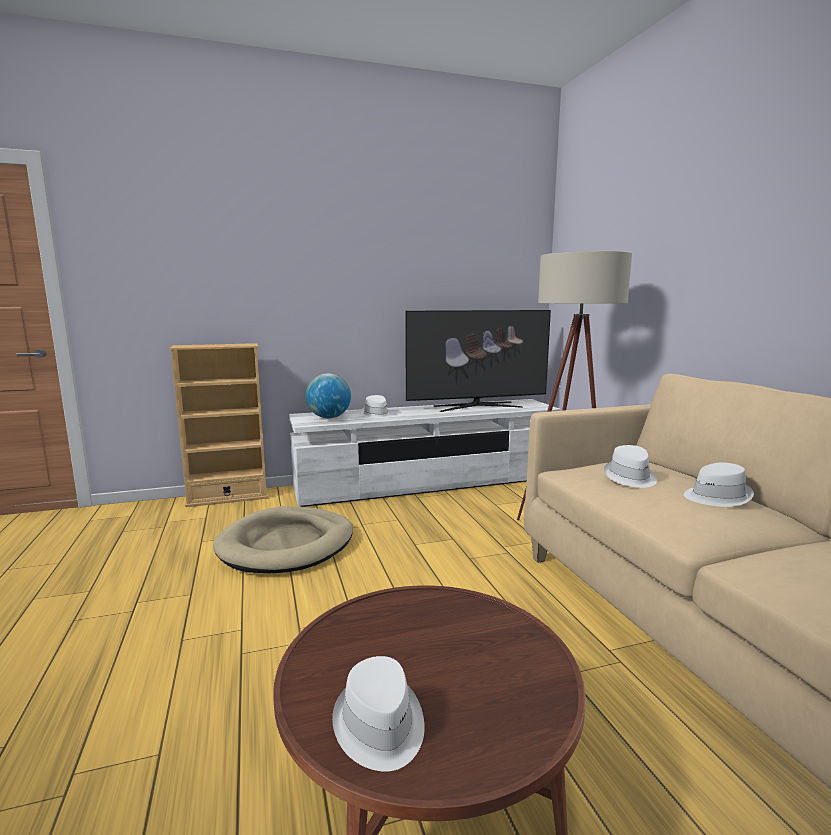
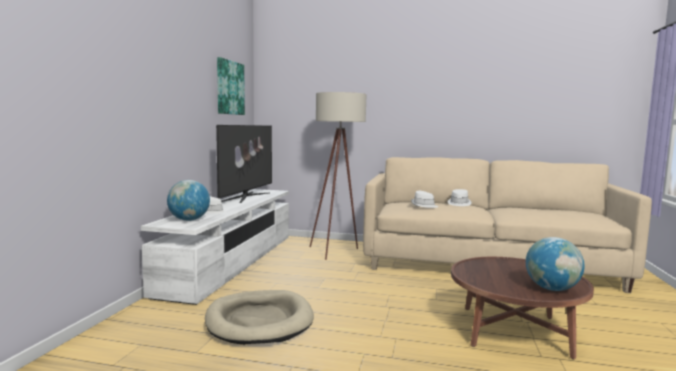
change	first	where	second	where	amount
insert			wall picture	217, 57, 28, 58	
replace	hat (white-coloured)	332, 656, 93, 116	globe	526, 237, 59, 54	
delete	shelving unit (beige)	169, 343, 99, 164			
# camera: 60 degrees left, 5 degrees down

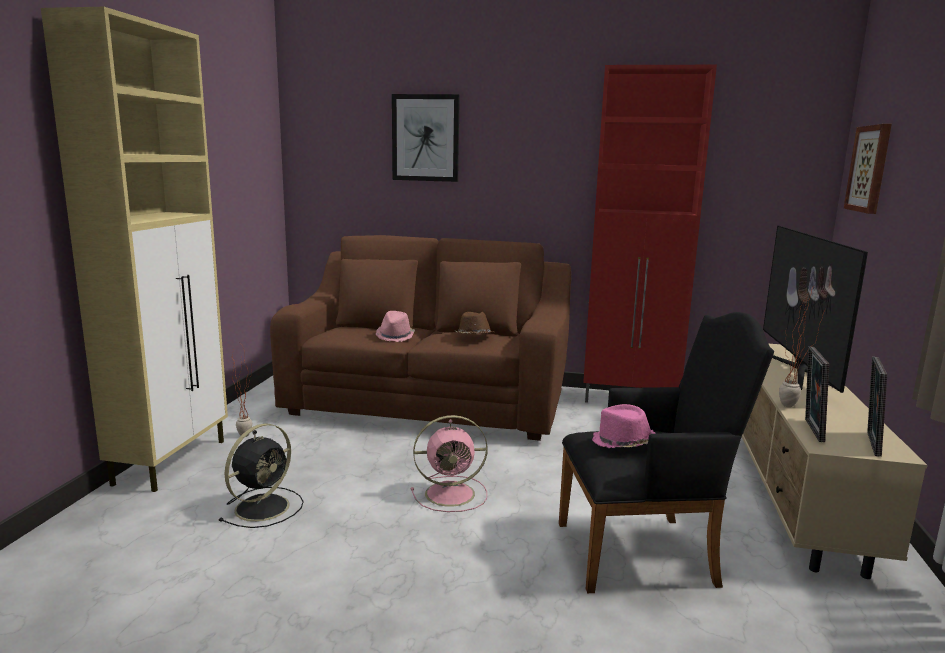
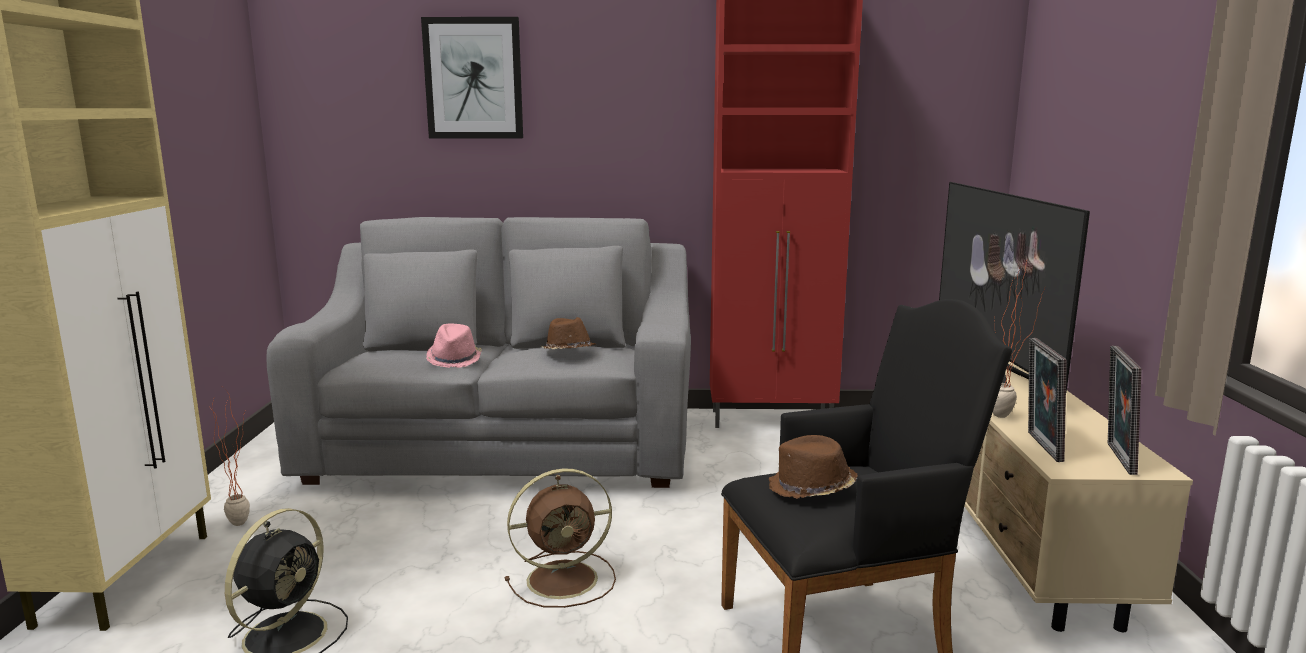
change	first	where	second	where	amount
recolor	couch (brownish)	270, 235, 301, 206	couch (greyish)	266, 217, 425, 271	
recolor	fan (pink-coloured)	411, 415, 77, 97	fan (brownish)	505, 468, 111, 140	
recolor	hat (pink-coloured)	592, 404, 64, 44	hat (brownish)	769, 435, 89, 64	
delete	wall picture	844, 124, 48, 90			
# camera: 10 degrees left, 0 degrees up

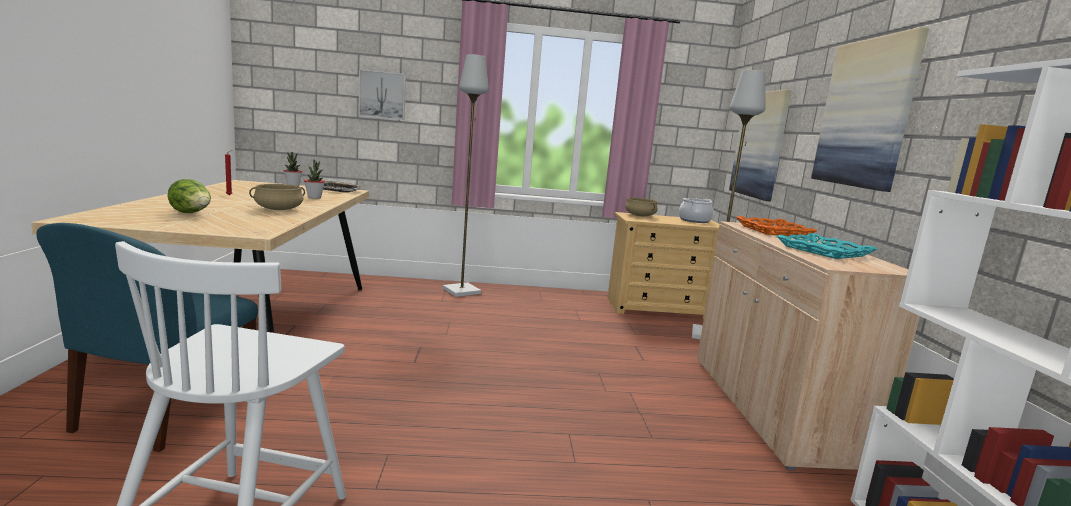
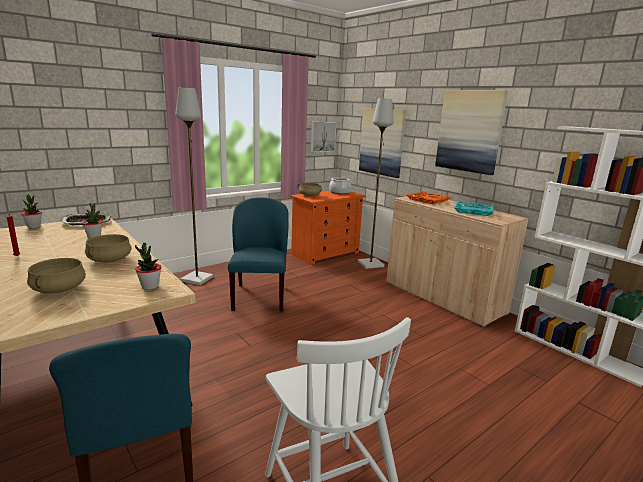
change	first	where	second	where	amount
replace	lettuce	168, 179, 43, 34	stockpot (beige)	27, 258, 59, 35	
insert			houseplant	135, 243, 27, 47	
insert			chair (blue-coloured)	228, 197, 61, 114	
recolor	dresser (beige)	608, 212, 112, 107	dresser (orange)	290, 191, 76, 74	
move	wall picture	358, 69, 48, 51		310, 122, 27, 30	
# camera: 35 degrees left, 5 degrees up

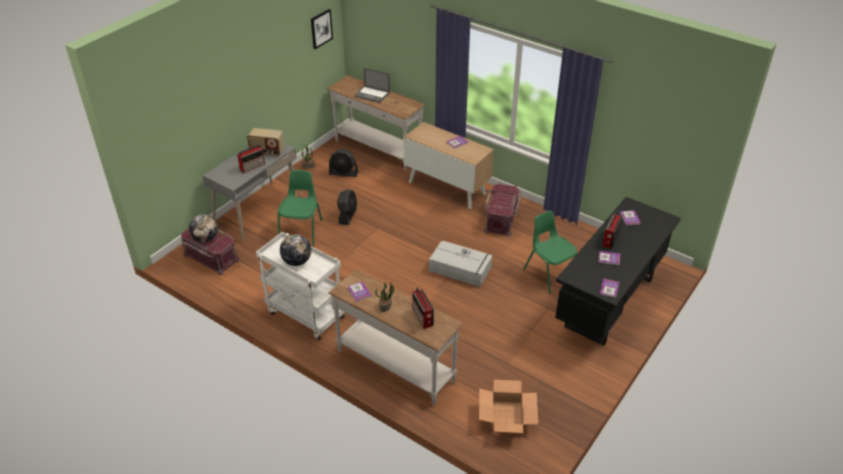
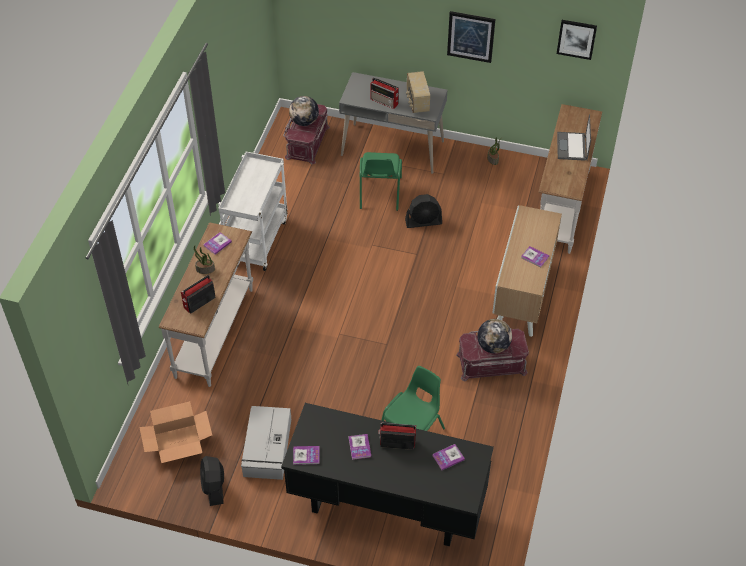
change	first	where	second	where	amount
move	fan (black-coloured)	329, 149, 29, 28		200, 456, 24, 50	
move	storage bin (greyish)	429, 241, 64, 46		241, 406, 50, 74	
rotate	chair (green)	278, 170, 44, 76		360, 152, 42, 59	105 degrees clockwise
insert			wall picture	447, 11, 49, 52	
move	globe	280, 234, 32, 32		477, 319, 35, 35	
# camera: 70 degrees right, 10 degrees up

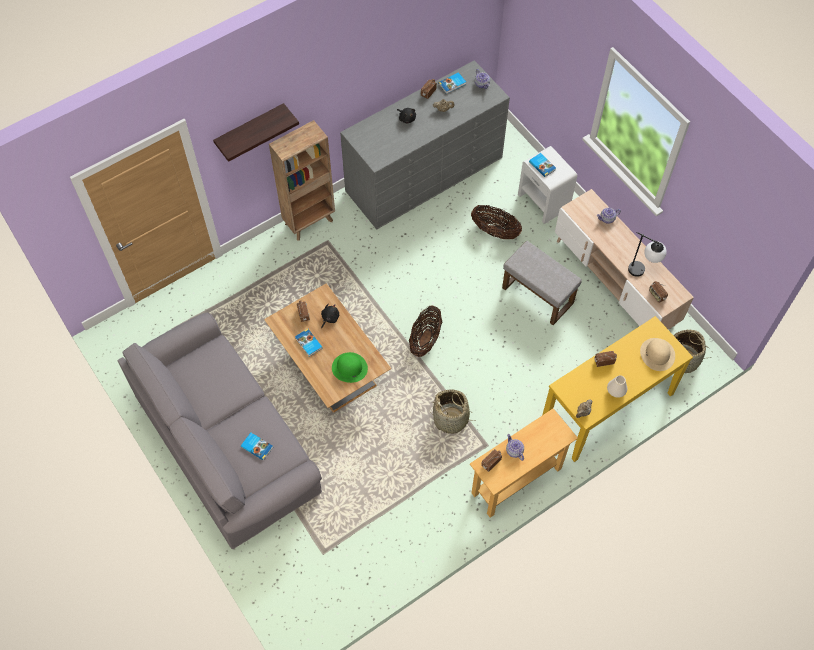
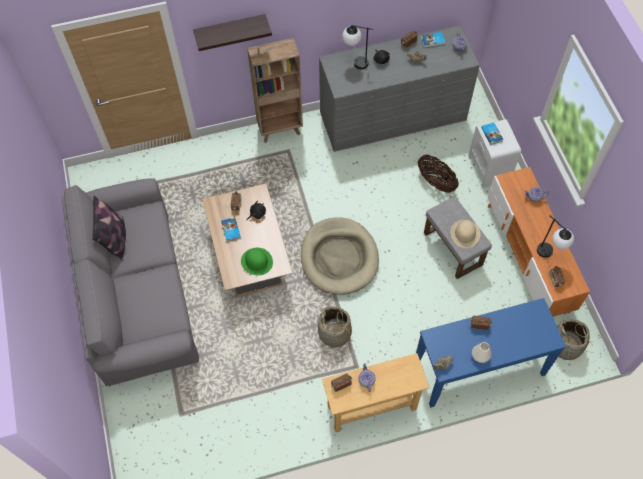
change	first	where	second	where	amount
insert			pillow	92, 196, 34, 65	
replace	storage basket	409, 305, 33, 52	dog bed (beige)	301, 217, 78, 77	
insert			table lamp	342, 25, 31, 44	
recolor	hall table (yellowish)	542, 316, 151, 146	hall table (blue-coloured)	416, 298, 150, 110	
move	hat (beige)	640, 338, 35, 33		450, 220, 31, 28	
recolor	tv stand (beige)	555, 189, 139, 141	tv stand (orange)	488, 167, 102, 150	
delete	book	241, 433, 32, 28			
# camera: 20 degrees right, 0 degrees up

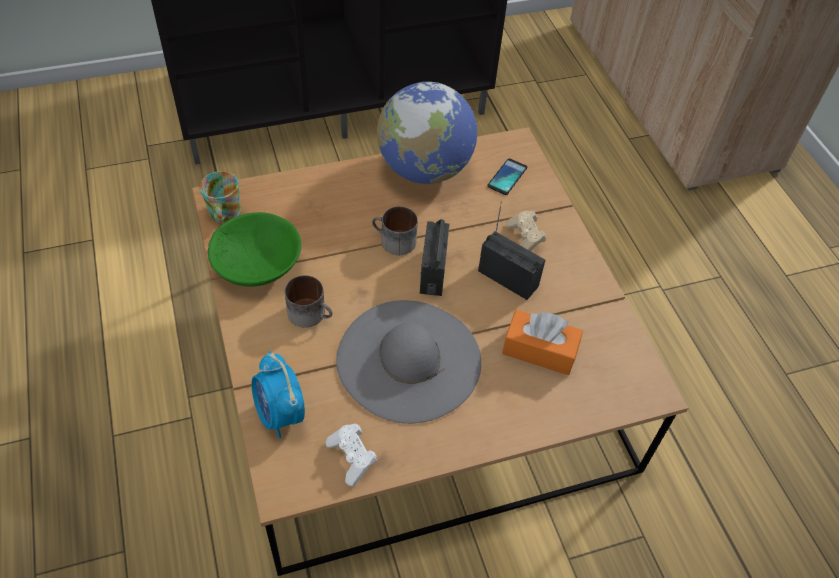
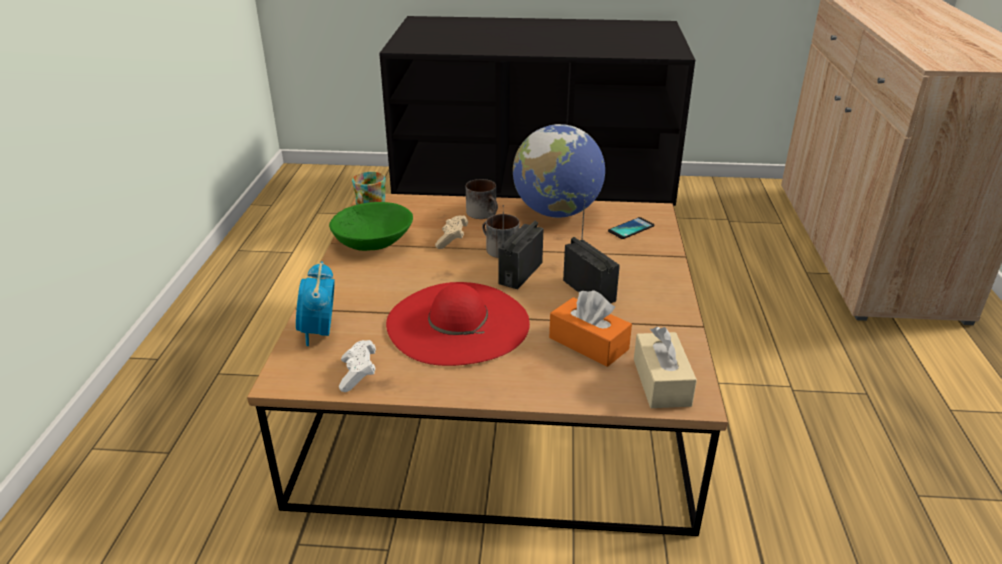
change	first	where	second	where	amount
recolor	hat (greyish)	336, 300, 145, 124	hat (reddish)	386, 282, 144, 84	
move	joypad (beige)	506, 211, 40, 40		435, 215, 33, 34	
move	coffee mug	285, 275, 48, 53		466, 179, 32, 40	
insert			tissue holder (beige)	634, 327, 63, 81	
# camera: 25 degrees right, 20 degrees down

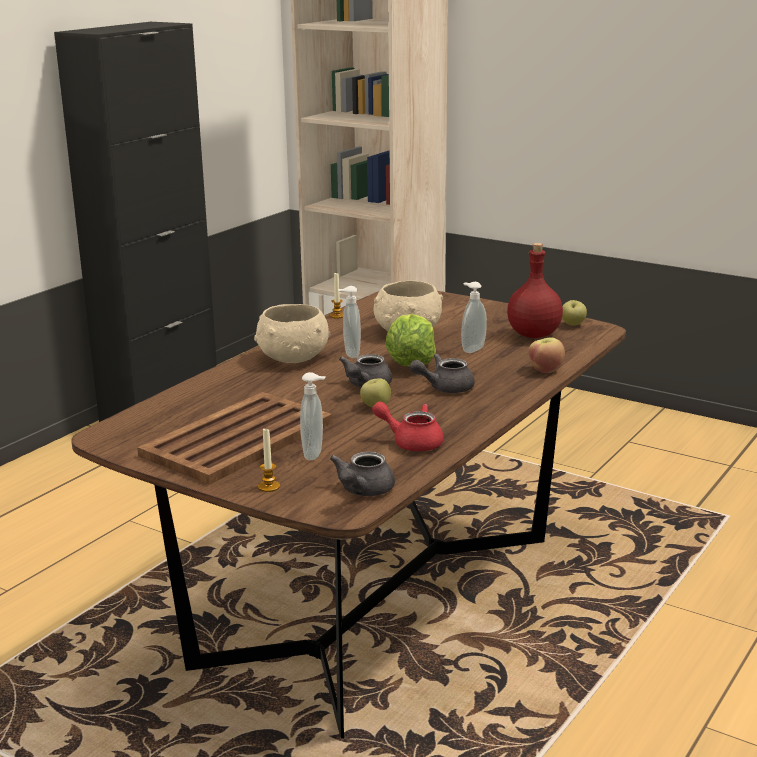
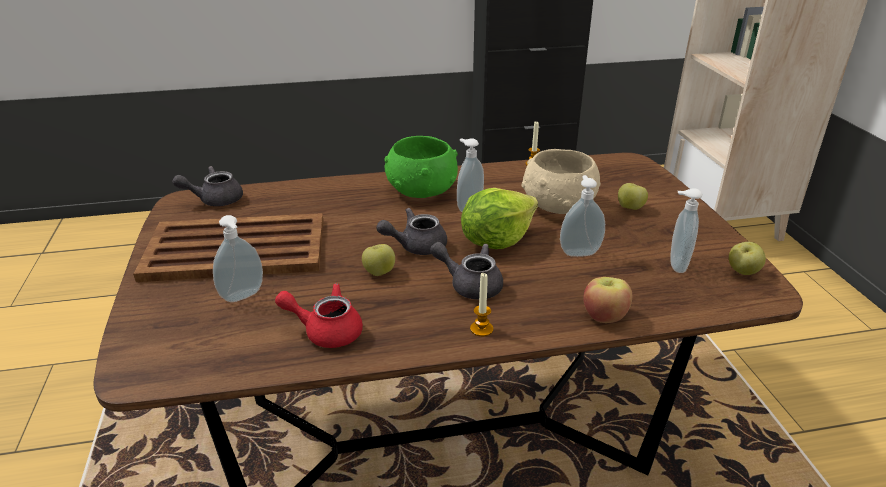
change	first	where	second	where	amount
move	pot for tea (greyish)	330, 451, 65, 45		172, 166, 71, 40	
rotate	pot for tea (reddish)	372, 401, 71, 50		275, 283, 88, 65	60 degrees counterclockwise
recolor	serving bowl (beige)	254, 304, 77, 59	serving bowl (green)	384, 136, 74, 62	
move	wax light	258, 429, 22, 63		470, 273, 23, 64	
insert			whole apple	618, 183, 30, 27	
replace	bottle (reddish)	507, 243, 56, 95	soap bottle	670, 188, 33, 85	
# camera: 45 degrees right, 10 degrees up

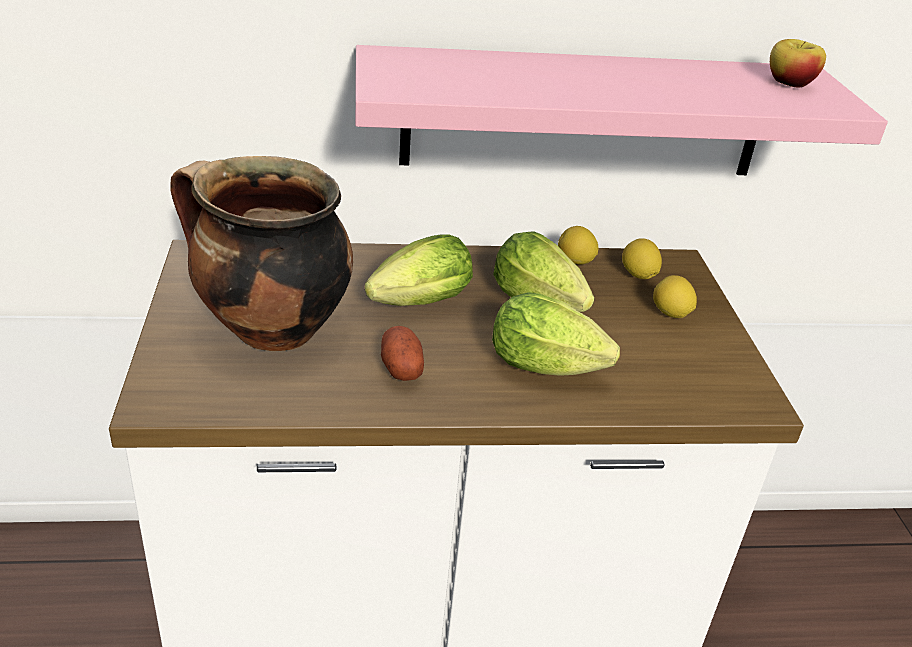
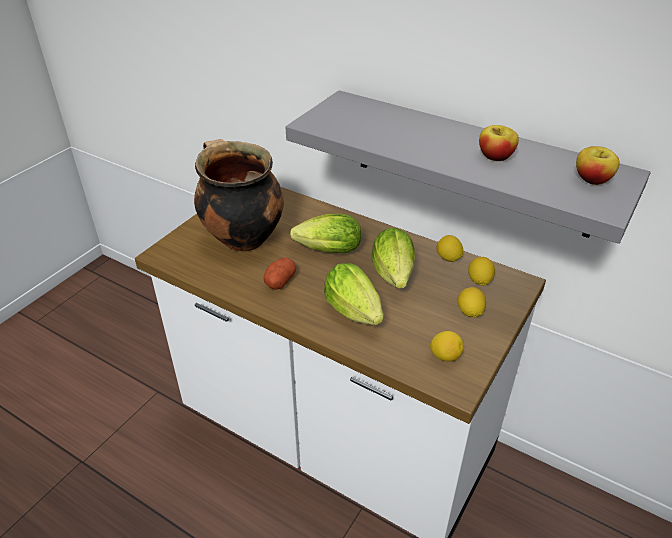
change	first	where	second	where	amount
recolor	shelf (pink-coloured)	355, 45, 533, 130	shelf (greyish)	286, 90, 365, 154	
insert			whole lemon	430, 331, 33, 30	
insert			whole apple	479, 125, 40, 36	
# camera: 40 degrees right, 5 degrees up

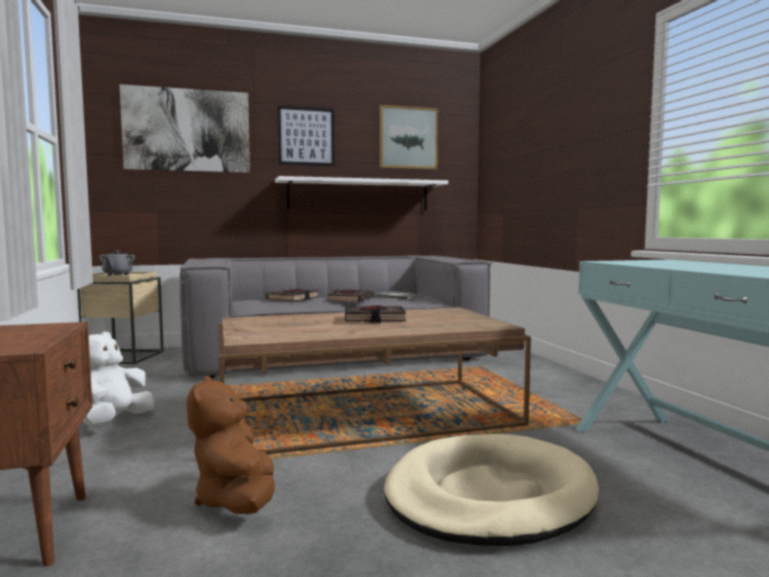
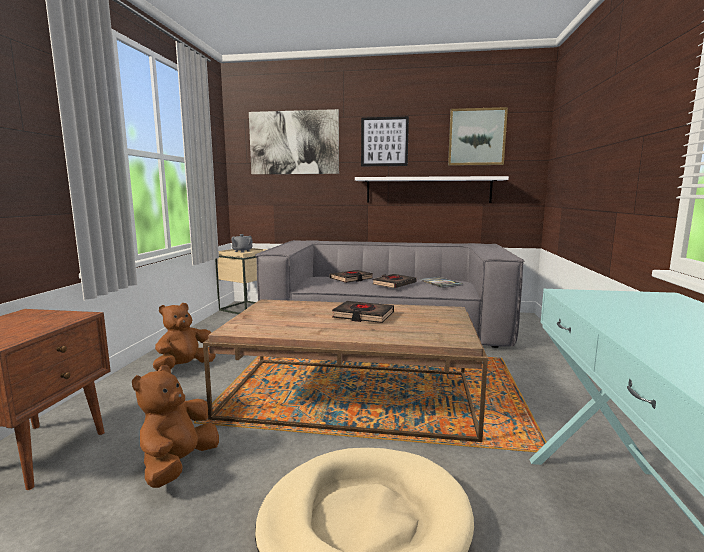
change	first	where	second	where	amount
recolor	soft toy (white-coloured)	83, 332, 71, 94	soft toy (brownish)	153, 303, 63, 68	
# camera: 25 degrees right, 5 degrees up

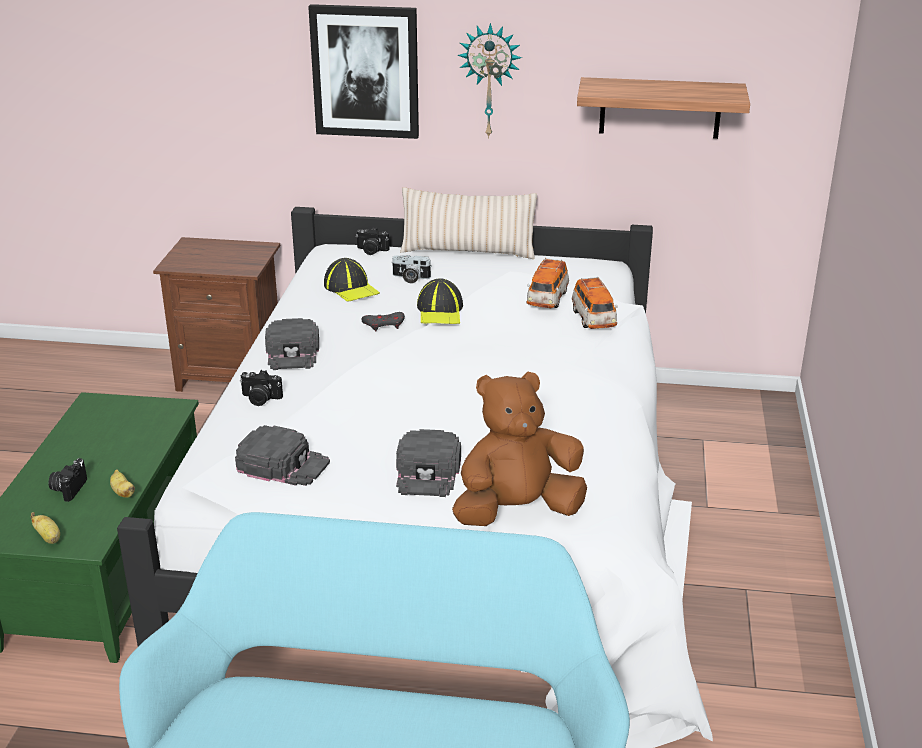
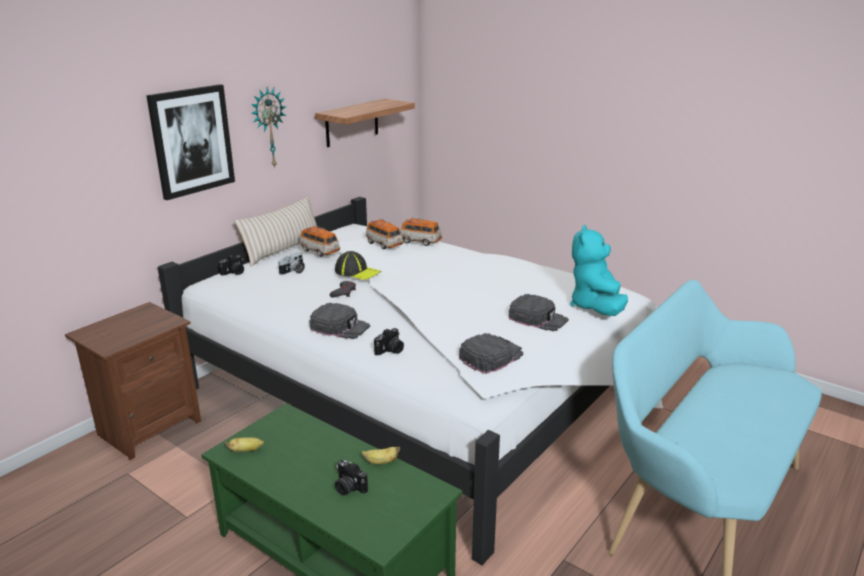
change	first	where	second	where	amount
move	banana fruit	31, 512, 29, 32		225, 437, 39, 15	
insert			model car	300, 225, 40, 32	
recolor	soft toy (brownish)	452, 371, 135, 155	soft toy (turquoise-coloured)	570, 225, 58, 91	
delete	baseball cap	324, 258, 56, 44			
# camera: 60 degrees left, 5 degrees down

